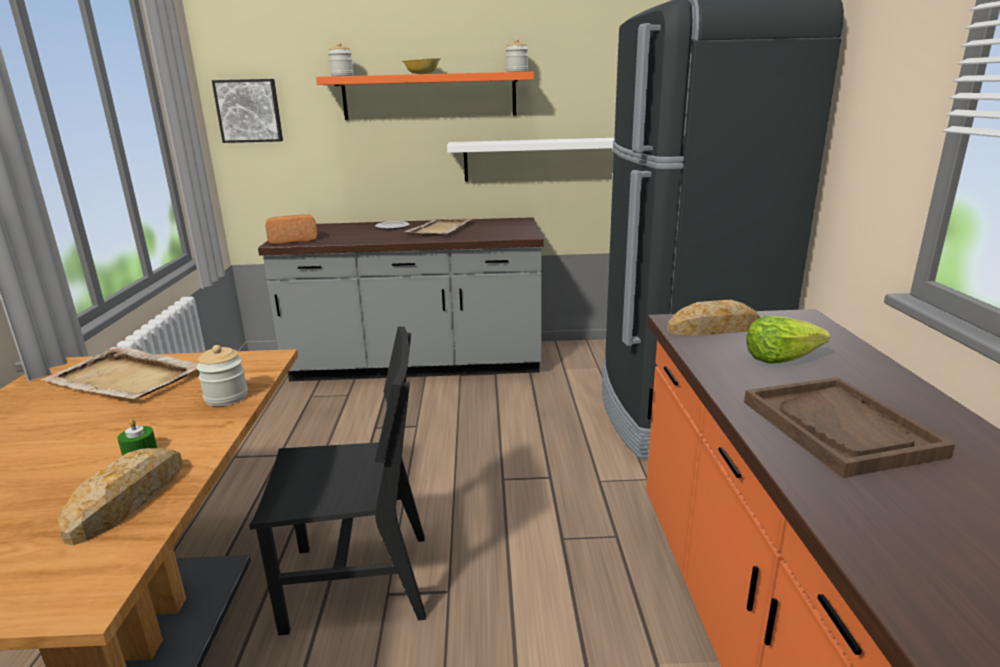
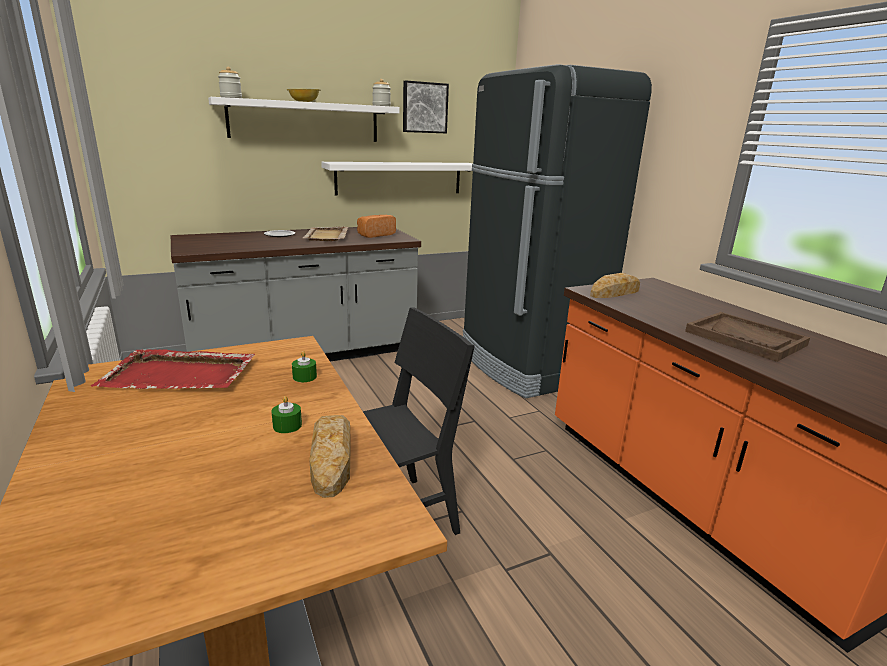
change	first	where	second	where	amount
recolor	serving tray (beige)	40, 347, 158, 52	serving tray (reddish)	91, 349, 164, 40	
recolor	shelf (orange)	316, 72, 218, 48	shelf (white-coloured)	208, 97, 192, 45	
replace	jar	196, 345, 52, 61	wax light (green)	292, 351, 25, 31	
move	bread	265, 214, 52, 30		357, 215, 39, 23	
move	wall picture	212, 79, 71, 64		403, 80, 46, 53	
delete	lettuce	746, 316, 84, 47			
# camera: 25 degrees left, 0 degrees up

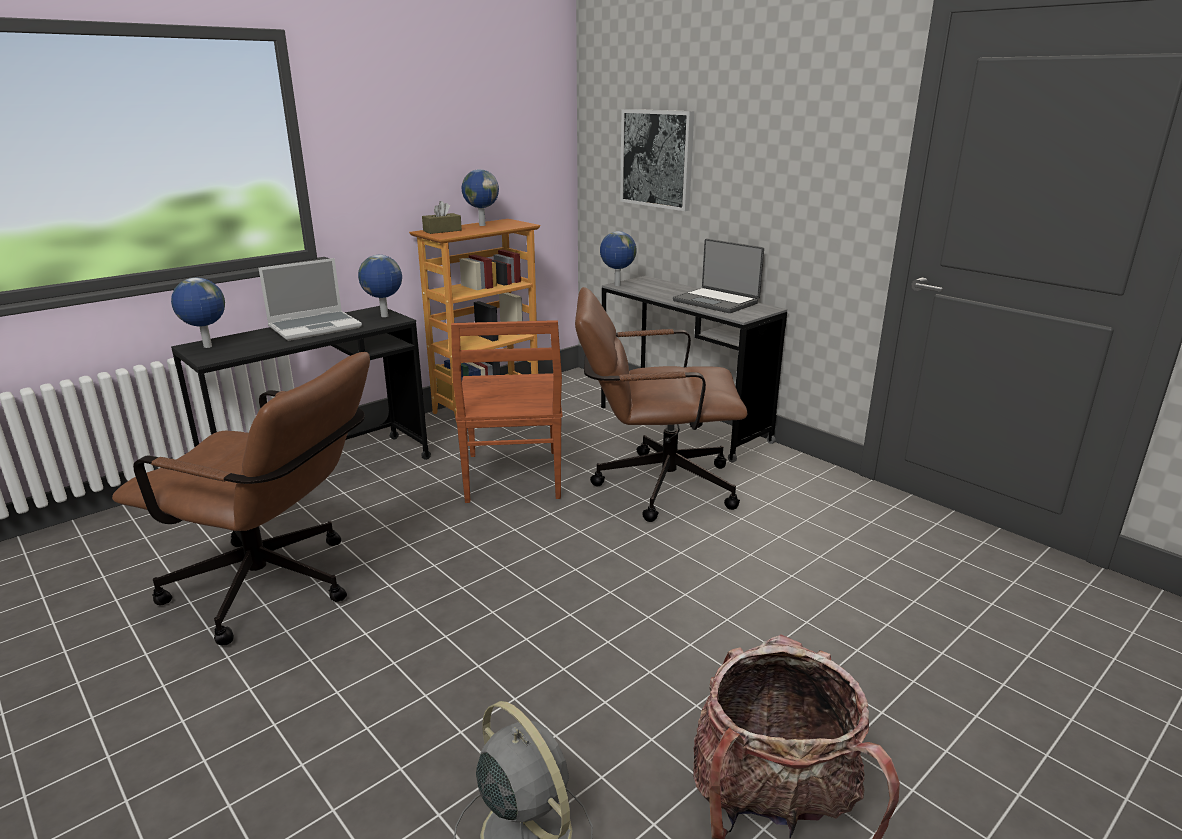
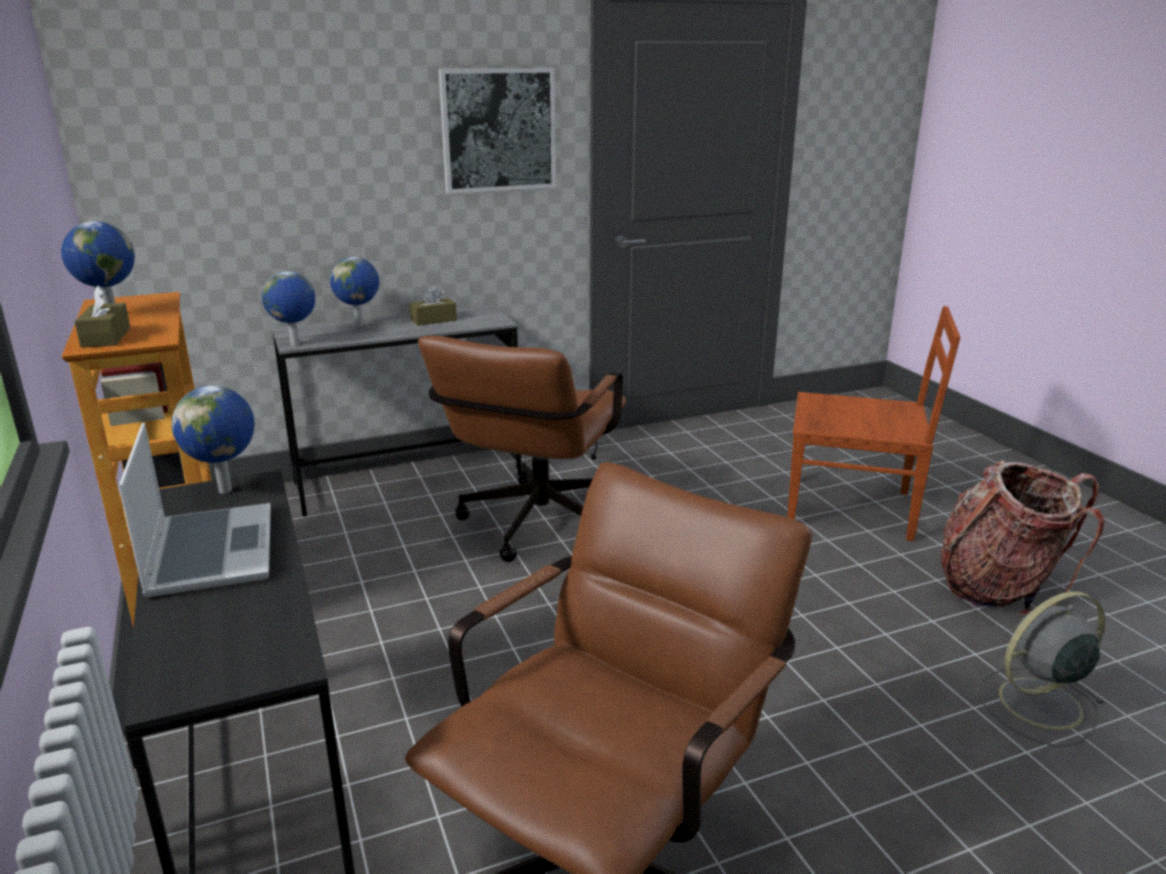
change	first	where	second	where	amount
move	globe	171, 278, 54, 70		330, 257, 49, 70	
replace	laptop	673, 239, 91, 74	tissue holder (brownish)	409, 286, 48, 40	
move	wall picture	620, 109, 74, 102		438, 68, 118, 126	
move	chair (brownish)	451, 320, 111, 183		787, 306, 174, 235	
# camera: 70 degrees left, 0 degrees up

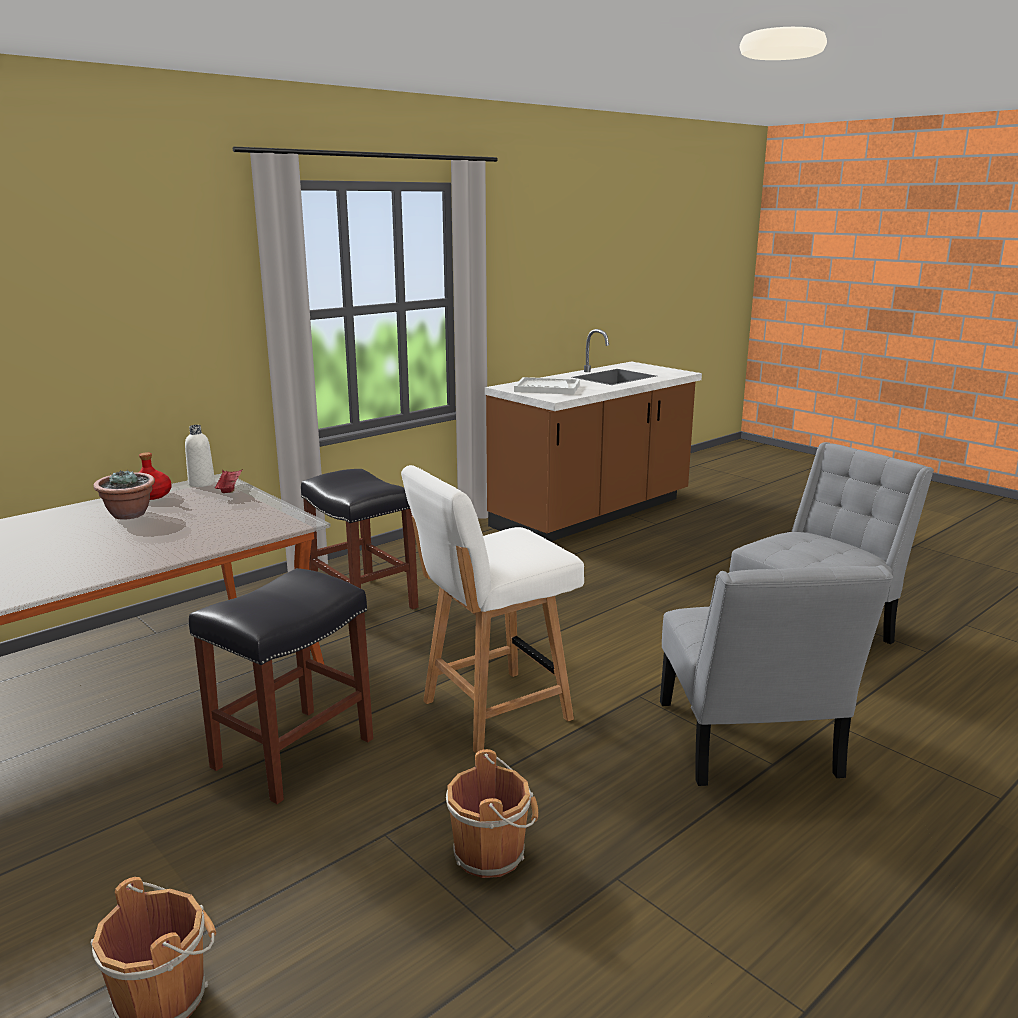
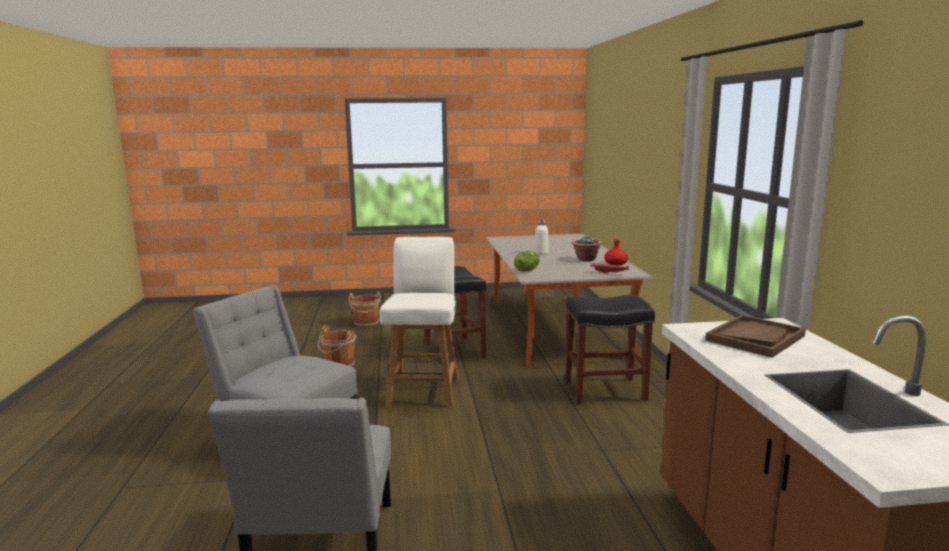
change	first	where	second	where	amount
insert			lettuce	514, 251, 26, 21	
move	bottle (white-coloured)	185, 425, 30, 62		534, 221, 14, 34	
recolor	serving tray (white-coloured)	514, 377, 66, 18	serving tray (brownish)	705, 315, 101, 43	
# camera: 125 degrees right, 5 degrees down

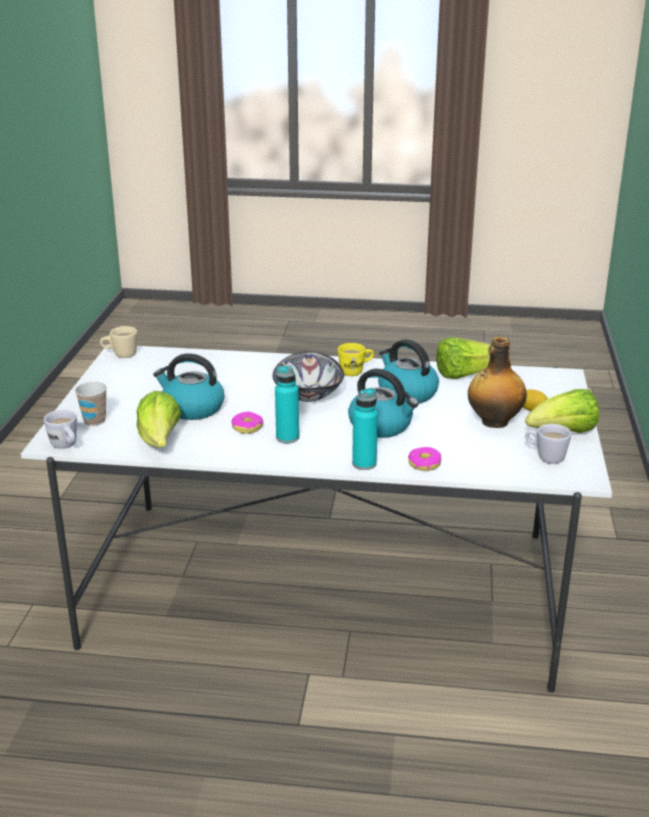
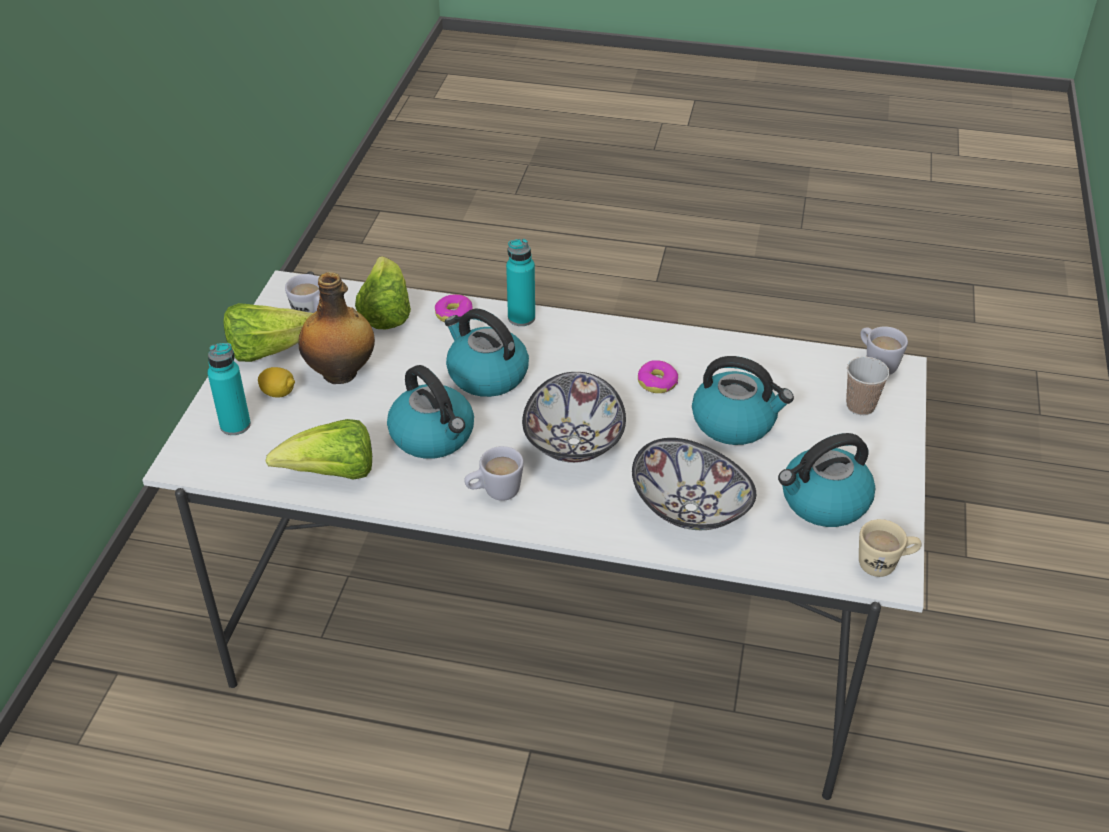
change	first	where	second	where	amount
move	bottle (turquoise-coloured)	275, 366, 24, 77		207, 343, 44, 92	
move	lettuce	136, 391, 46, 56		355, 256, 56, 73	
recolor	coffee mug (yellowish)	338, 343, 36, 33	coffee mug (white-coloured)	464, 446, 60, 55	
insert			serving bowl	632, 438, 124, 92	
insert			kettle	778, 433, 97, 94	
# camera: 175 degrees left, 15 degrees up

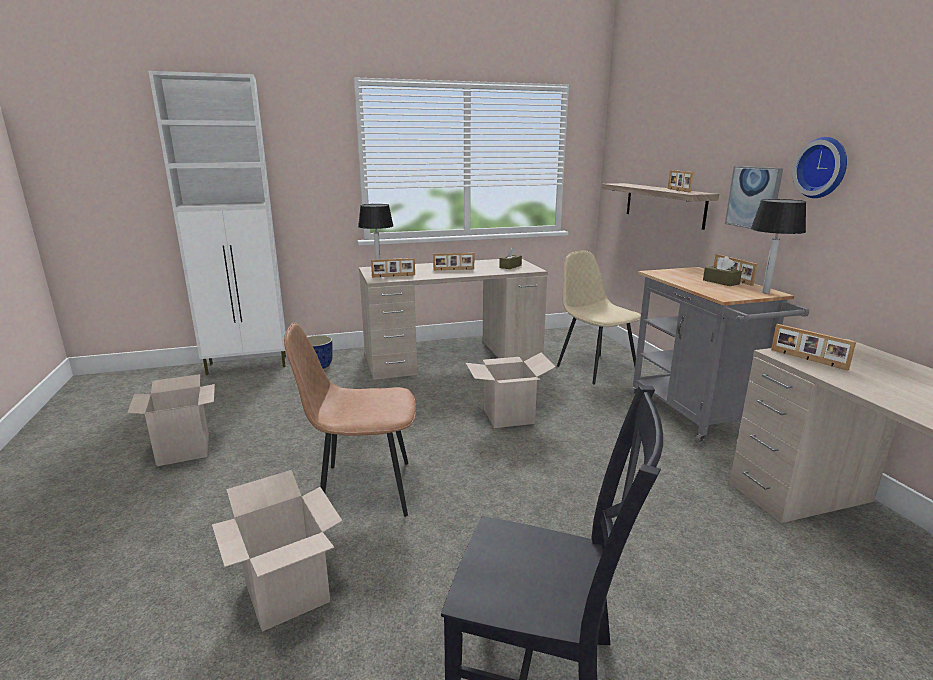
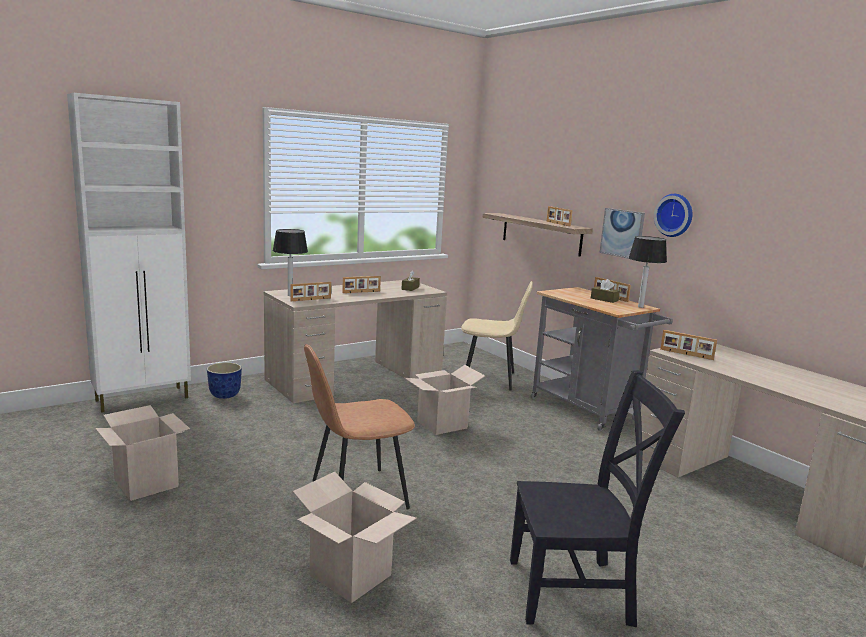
change	first	where	second	where	amount
rotate	chair (beige)	557, 251, 84, 133		461, 281, 72, 110	150 degrees clockwise
# camera: 20 degrees left, 5 degrees down

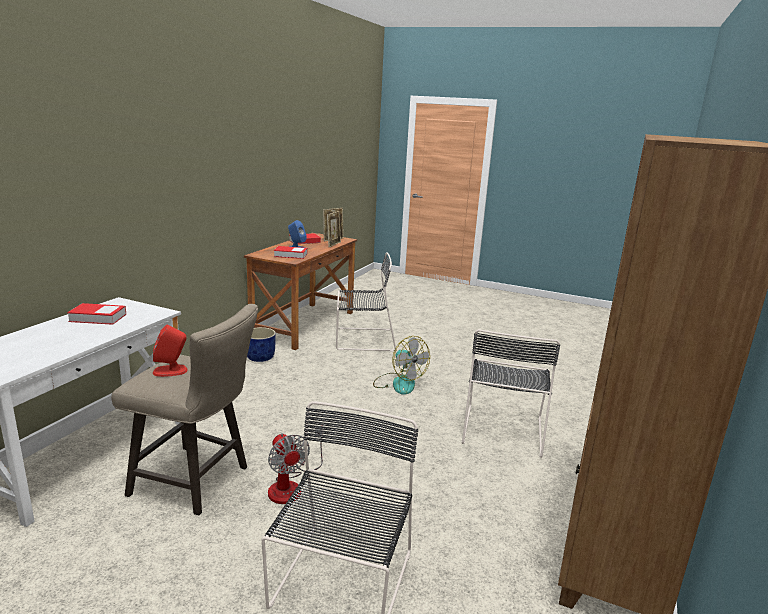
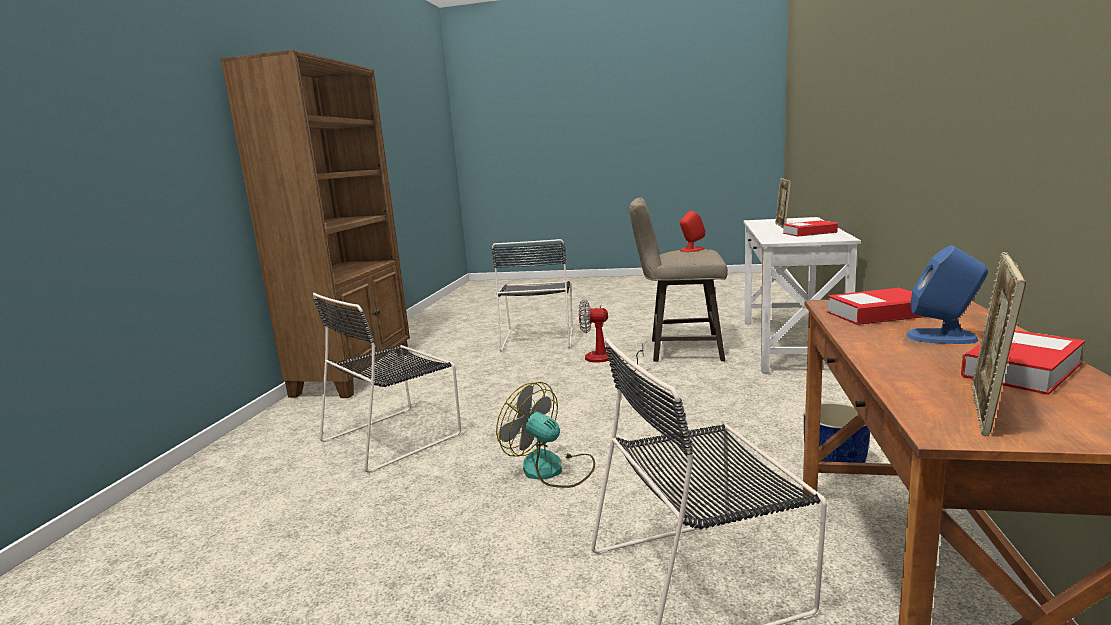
change	first	where	second	where	amount
rotate	chair (black-coloured)	461, 329, 99, 129		313, 293, 148, 180	135 degrees counterclockwise
rotate	fan	268, 427, 55, 77		579, 299, 64, 73	45 degrees counterclockwise
move	standing frame	327, 211, 14, 36		775, 178, 16, 50	
# camera: 170 degrees right, 5 degrees down

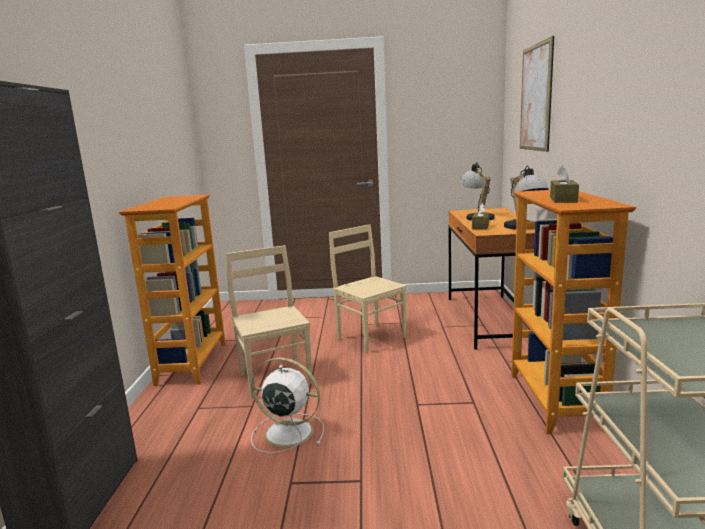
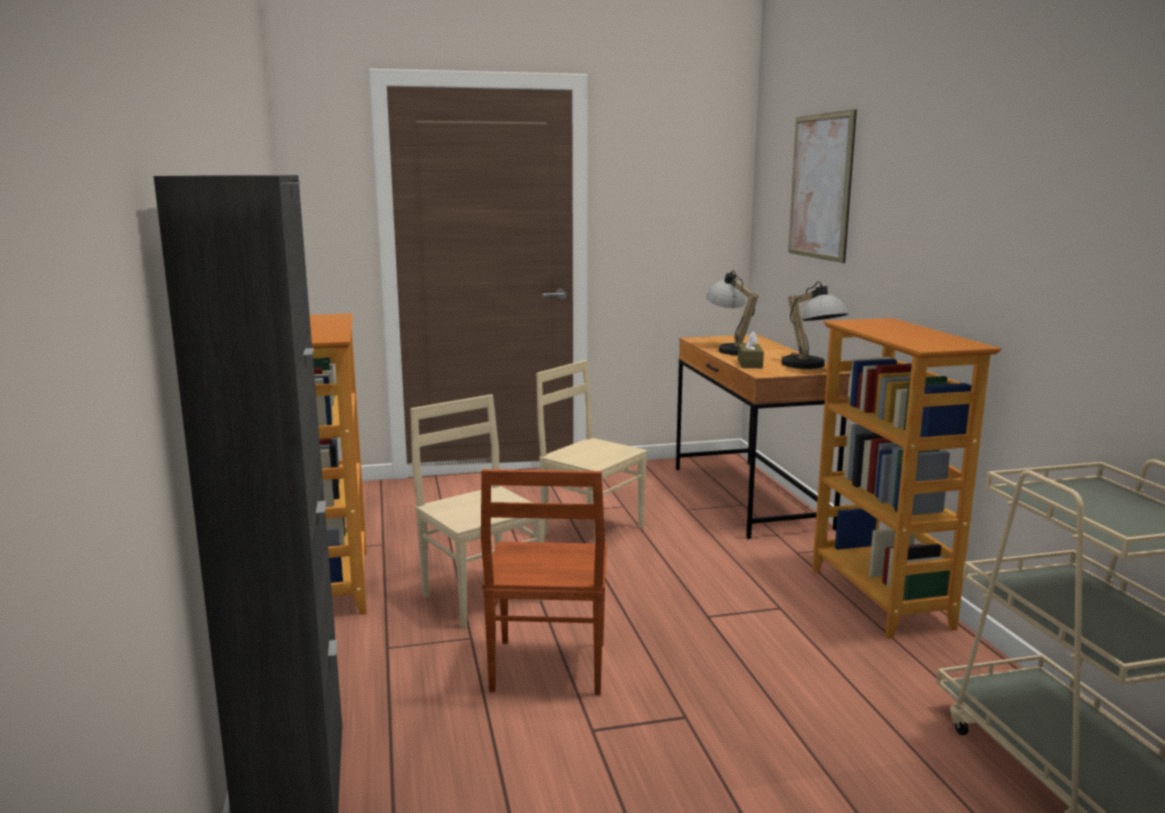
change	first	where	second	where	amount
replace	fan (white-coloured)	251, 357, 73, 96	chair (brownish)	481, 469, 126, 226	
delete	tissue holder (brownish)	550, 165, 29, 38			
# camera: 15 degrees left, 0 degrees up

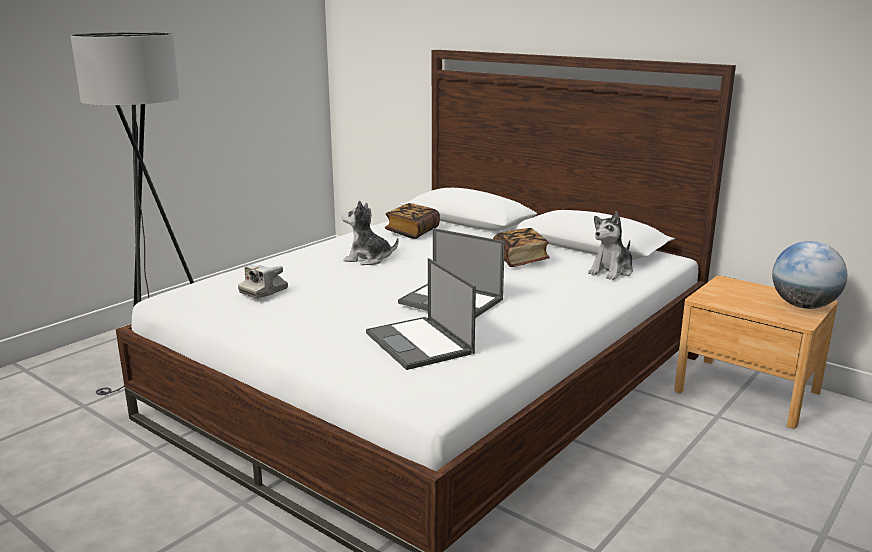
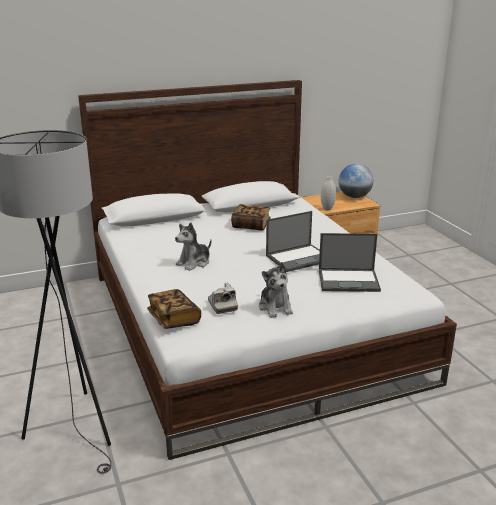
change	first	where	second	where	amount
move	book	385, 203, 55, 36		147, 289, 54, 40	
move	soft toy	588, 212, 45, 68		259, 262, 34, 56	
insert			vase (white-coloured)	321, 177, 15, 34	
# camera: 60 degrees left, 5 degrees up

